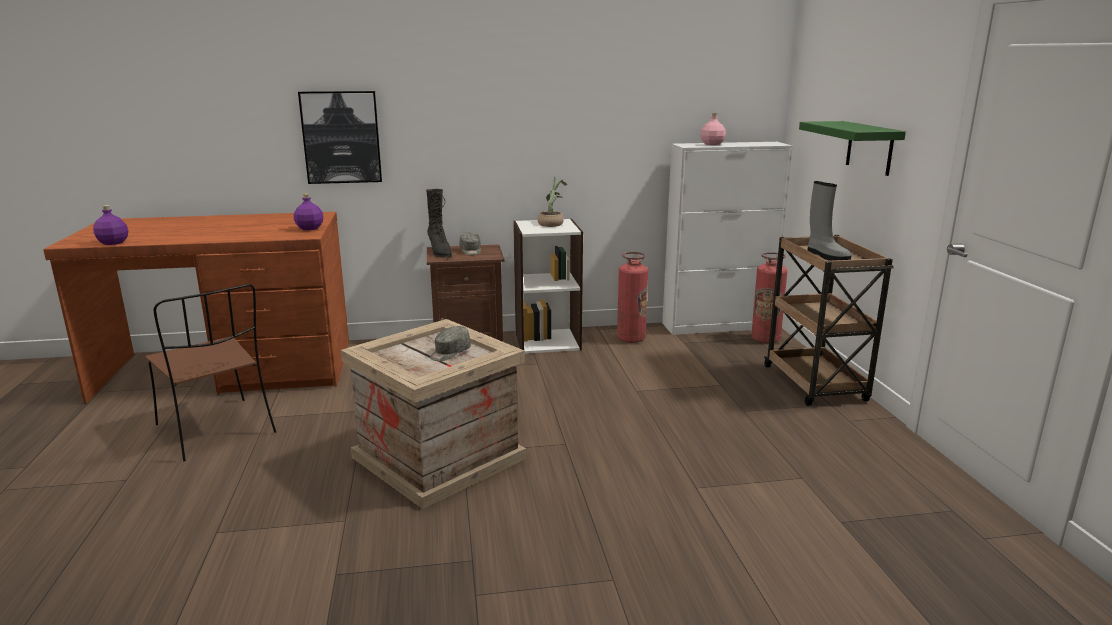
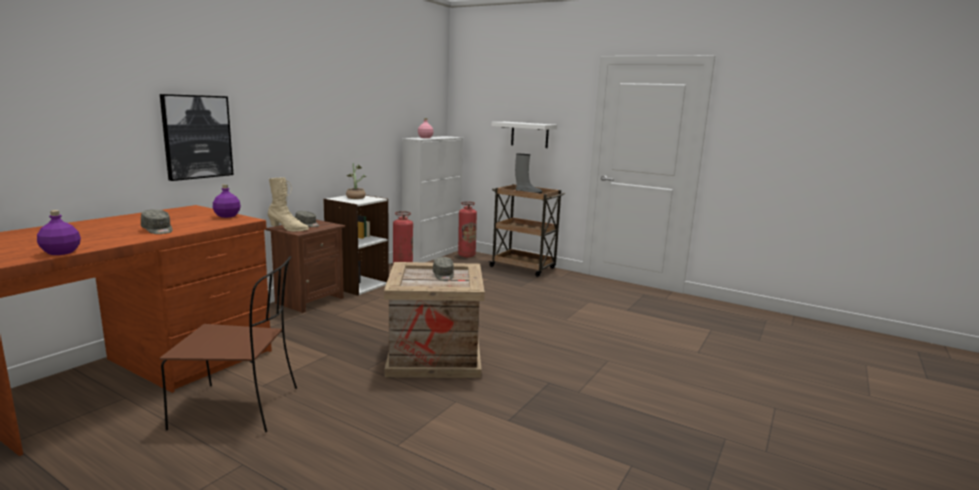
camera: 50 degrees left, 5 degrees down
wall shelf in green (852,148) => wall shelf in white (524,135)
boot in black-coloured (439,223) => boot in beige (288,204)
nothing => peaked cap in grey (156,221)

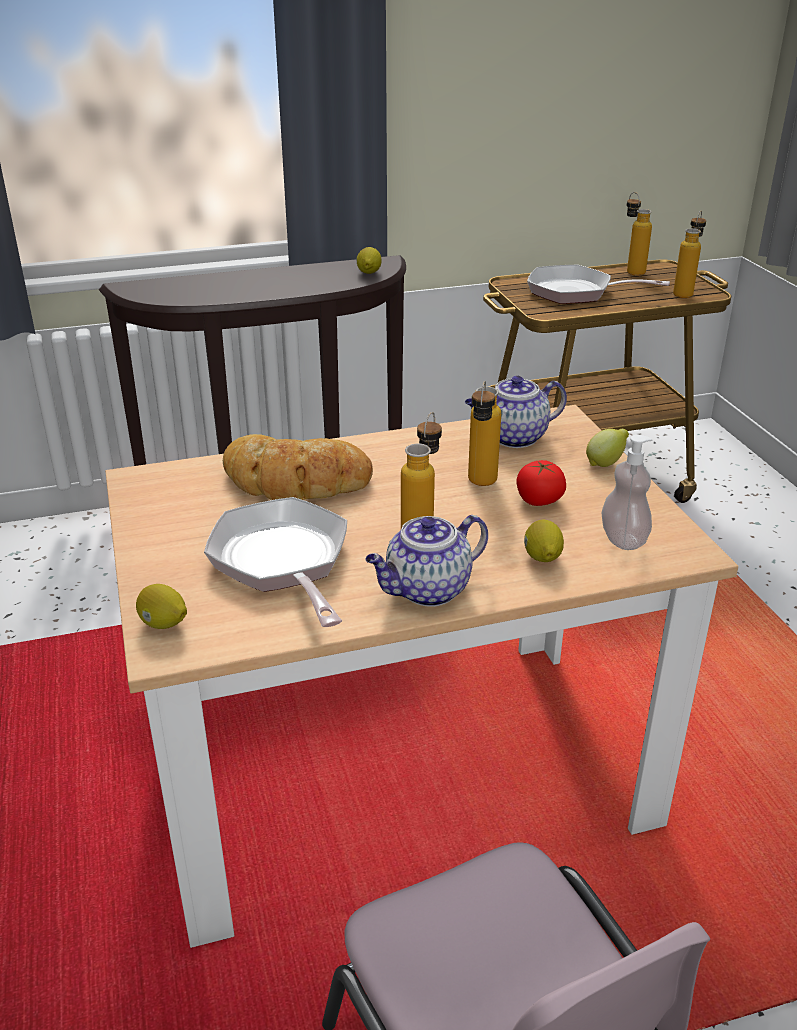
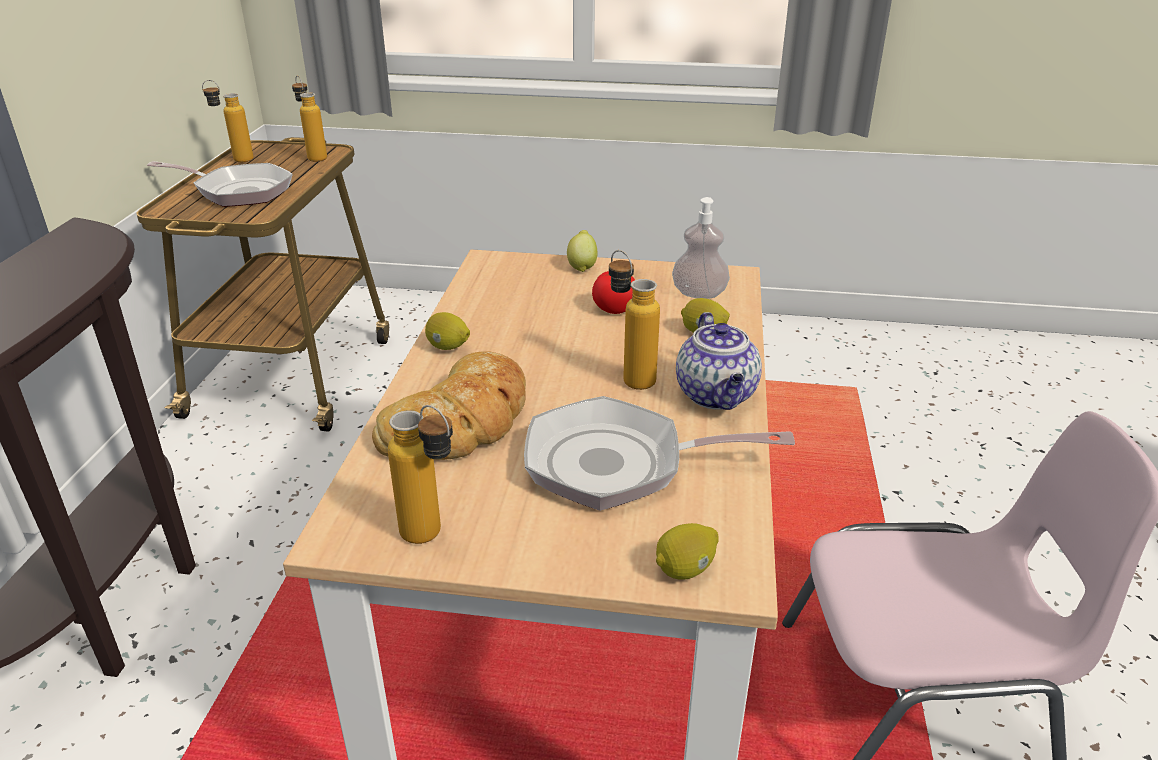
camera: 65 degrees left, 0 degrees up
citrus fruit (369,260) => citrus fruit (447,331), shifted
frying pan (598,284) => frying pan (220,184), 120 degrees counterclockwise
pot for tea (516,412) => nothing
drink bottle (484,433) => drink bottle (420,474), shifted

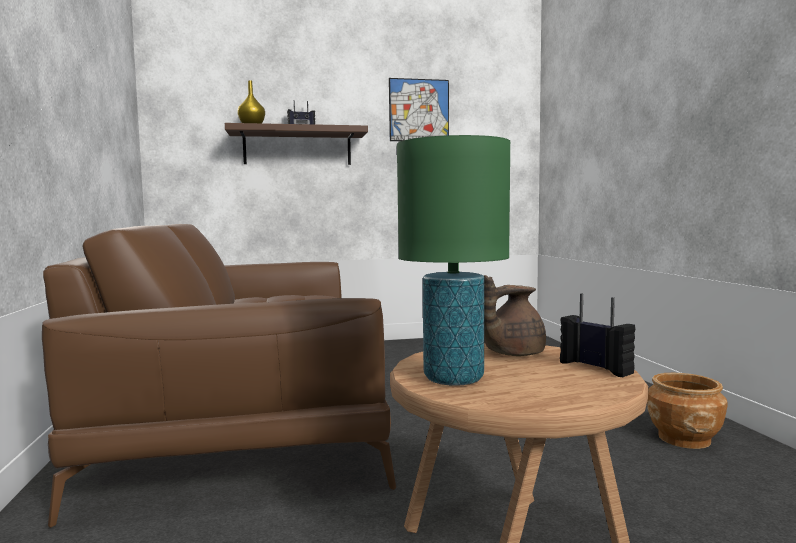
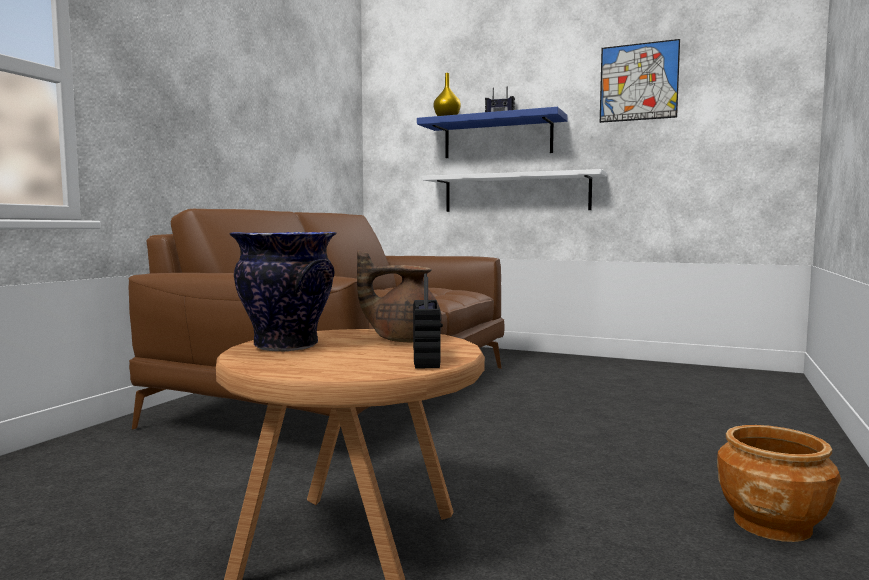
camera: 35 degrees right, 0 degrees up
wall shelf in brown (296,144) => wall shelf in blue (492,132)
lamp for a table in green (453,260) => decorative vase (283,291)
nothing => wall shelf in white (514,190)

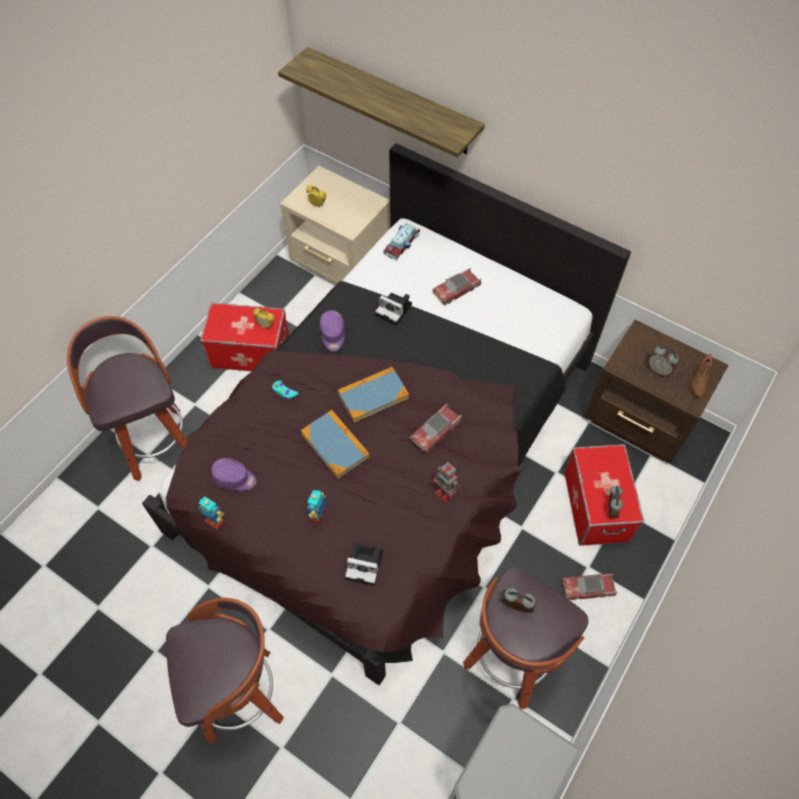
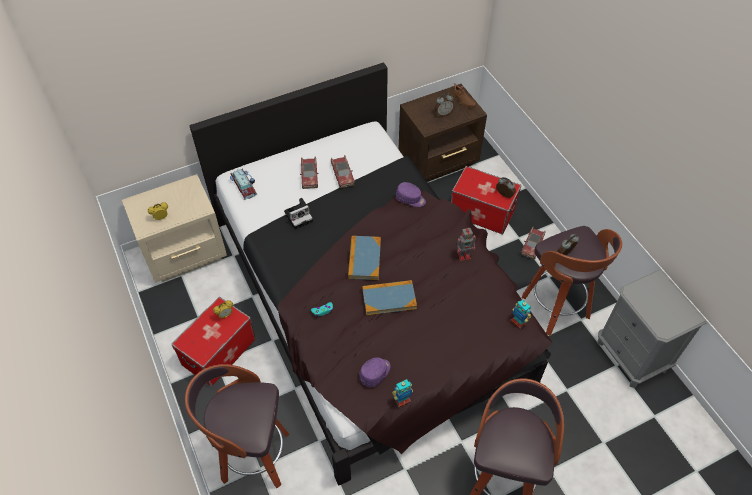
camera: 60 degrees left, 5 degrees down
wall shelf (381,102) => nothing
peaked cap in purple-coloured (332,330) => peaked cap in purple-coloured (411,194), shifted
model car (436,428) => model car (343,171), shifted
toy robot (316,507) => toy robot (521,314), shifted
still camera (364,564) => nothing

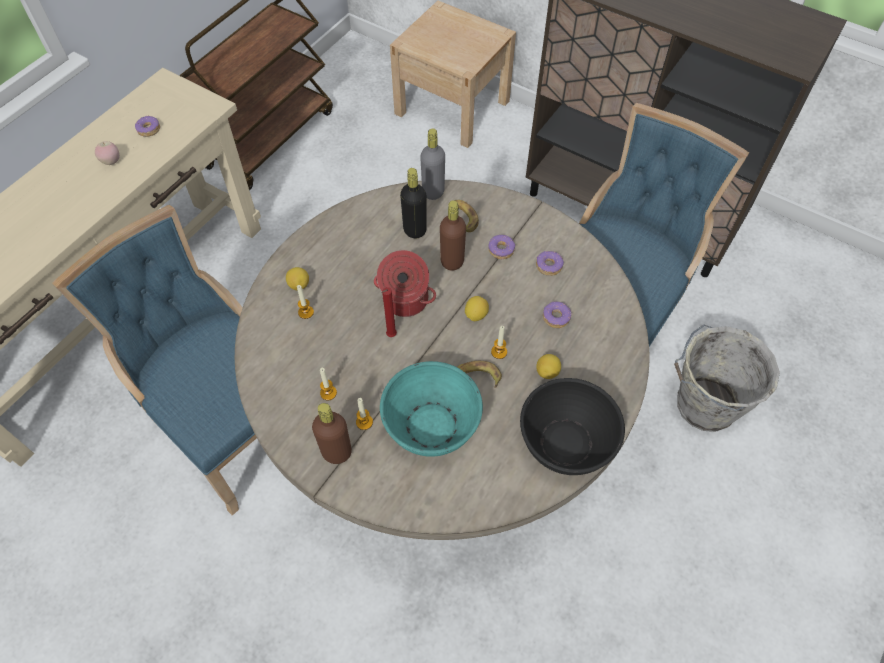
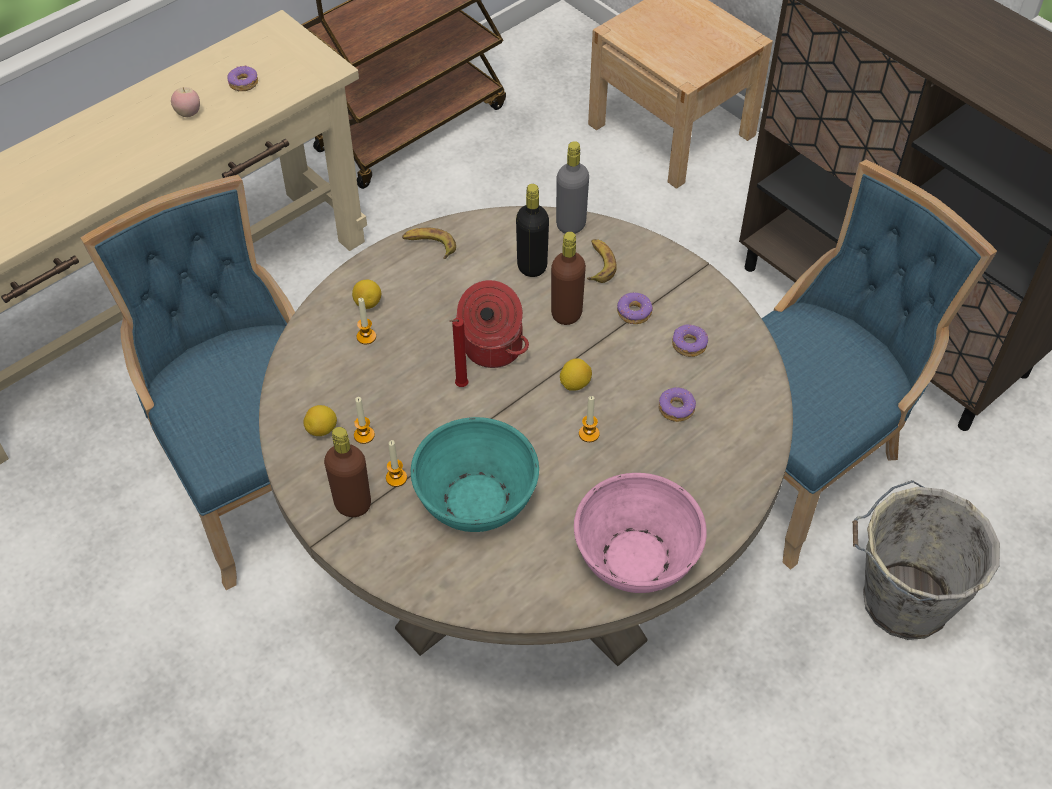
camera: 15 degrees right, 5 degrees down
citrus fruit (548,366) => citrus fruit (320,420), shifted
whole banana (479,374) => whole banana (429,243), shifted
serving bowl in black-coloured (572,426) => serving bowl in pink-coloured (640,533)

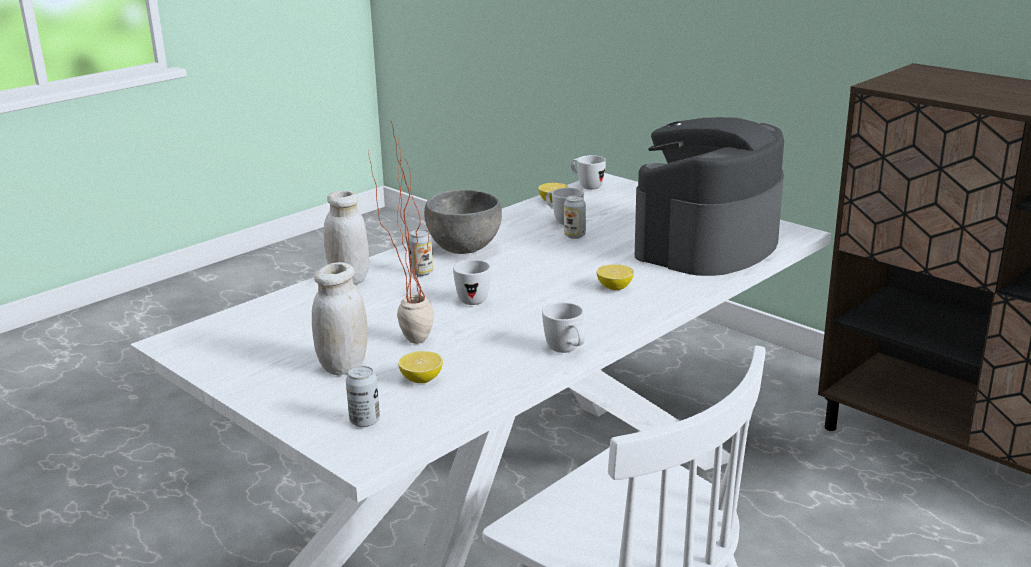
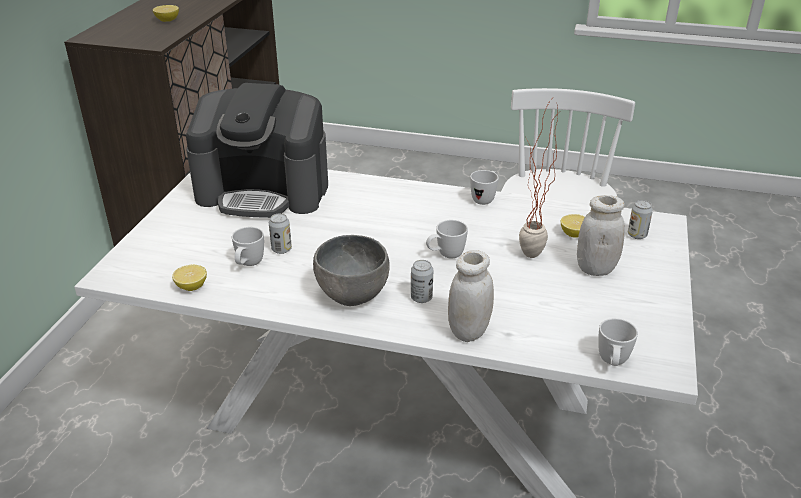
camera: 120 degrees left, 10 degrees up
mug in white (588,172) => mug in white (618,342), shifted
citrus fruit (615,277) => citrus fruit (166,13), shifted

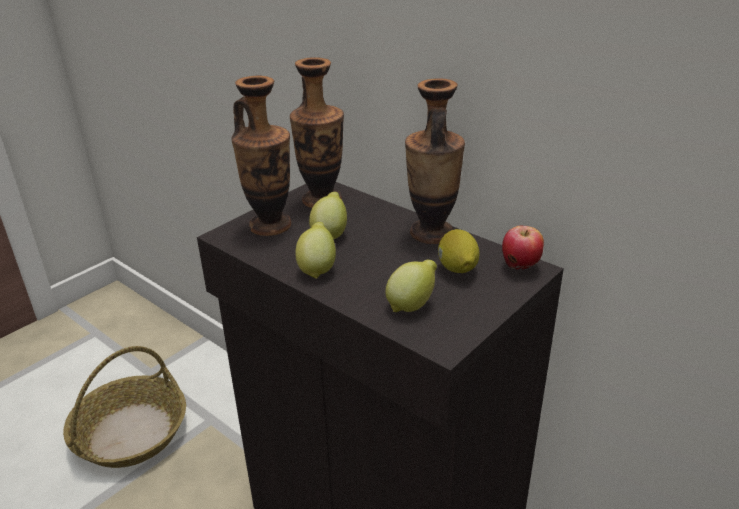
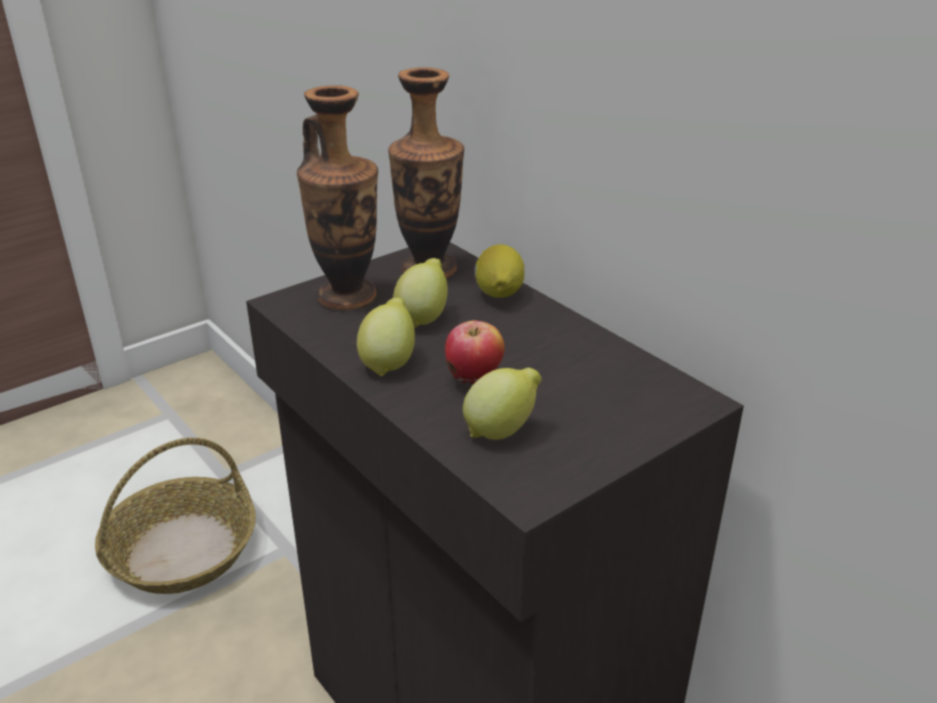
camera: 10 degrees right, 0 degrees up
decorative vase (435,161) => nothing
whole apple (523,247) => whole apple (475,352), shifted
citrus fruit (458,251) => citrus fruit (499,271), shifted

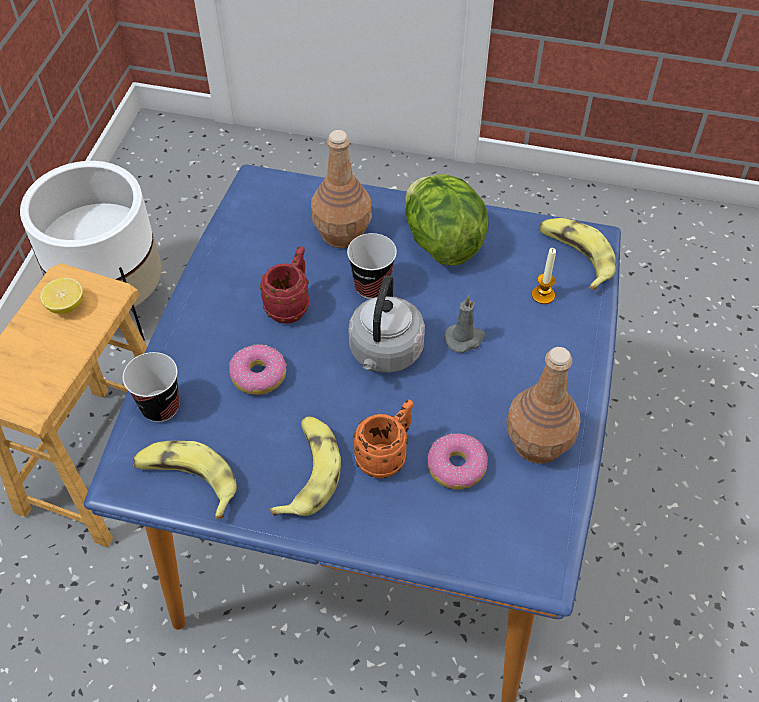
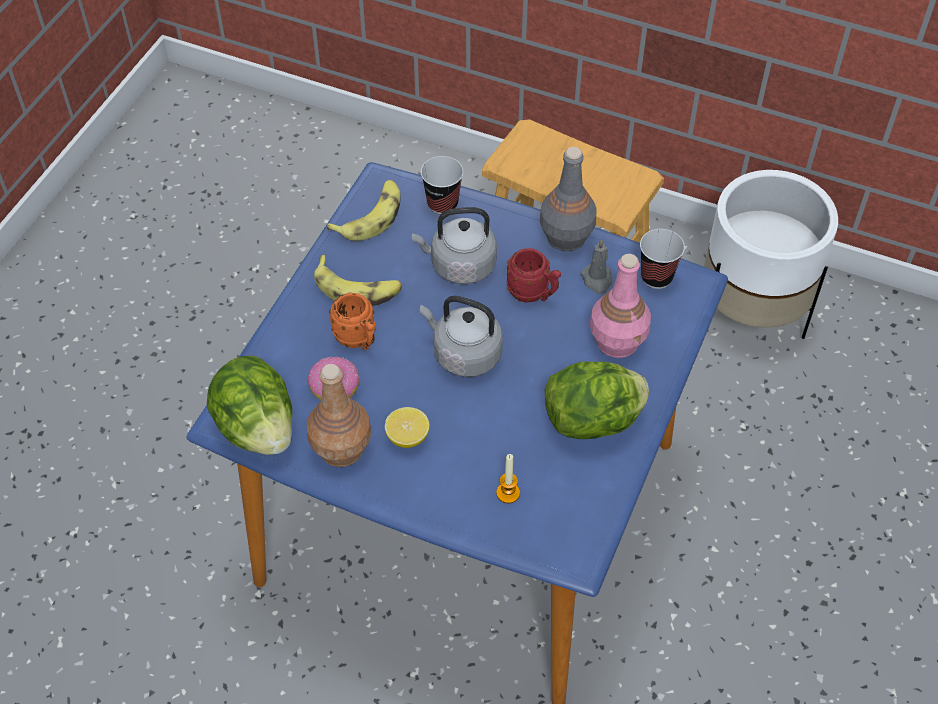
camera: 100 degrees right, 0 degrees up
drink bottle in brown (341,189) => drink bottle in pink-coloured (620,306)
whole banana (577,254) => nothing
drinking cup (372,266) => drinking cup (662,259), shifted
citrus fruit (61,296) => citrus fruit (407,427), shifted
wax light in grey (464,324) => wax light in grey (596,266), shifted
ring doughnut (258,369) => water kettle in grey (454,245)
nothing => drink bottle in grey (568,199)
nothing => lettuce (250,405)

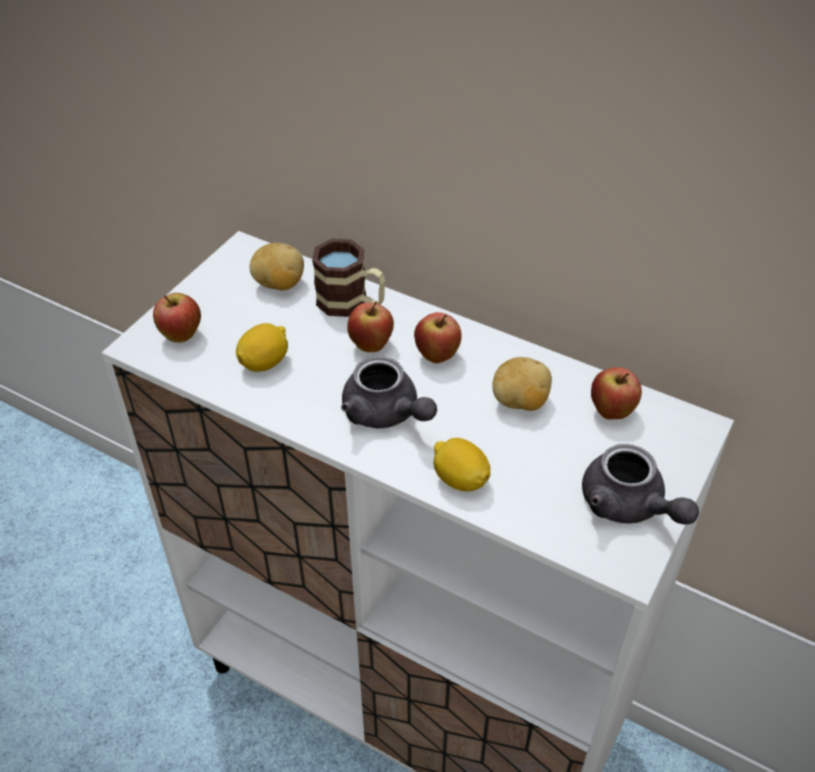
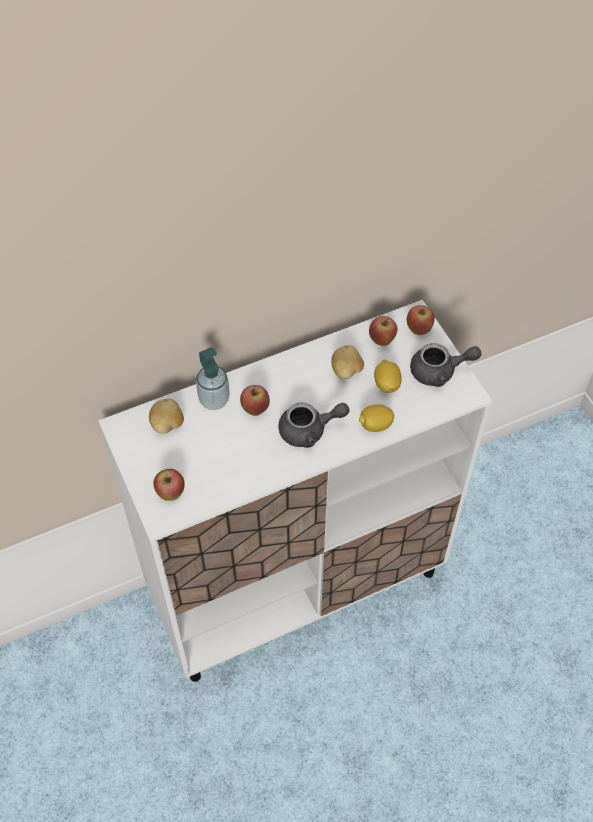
camera: 55 degrees left, 10 degrees up
mug (348,278) => soap bottle (213,378)
whole apple (438,337) => whole apple (421,320), shifted
citrus fruit (262,347) => citrus fruit (388,376), shifted

